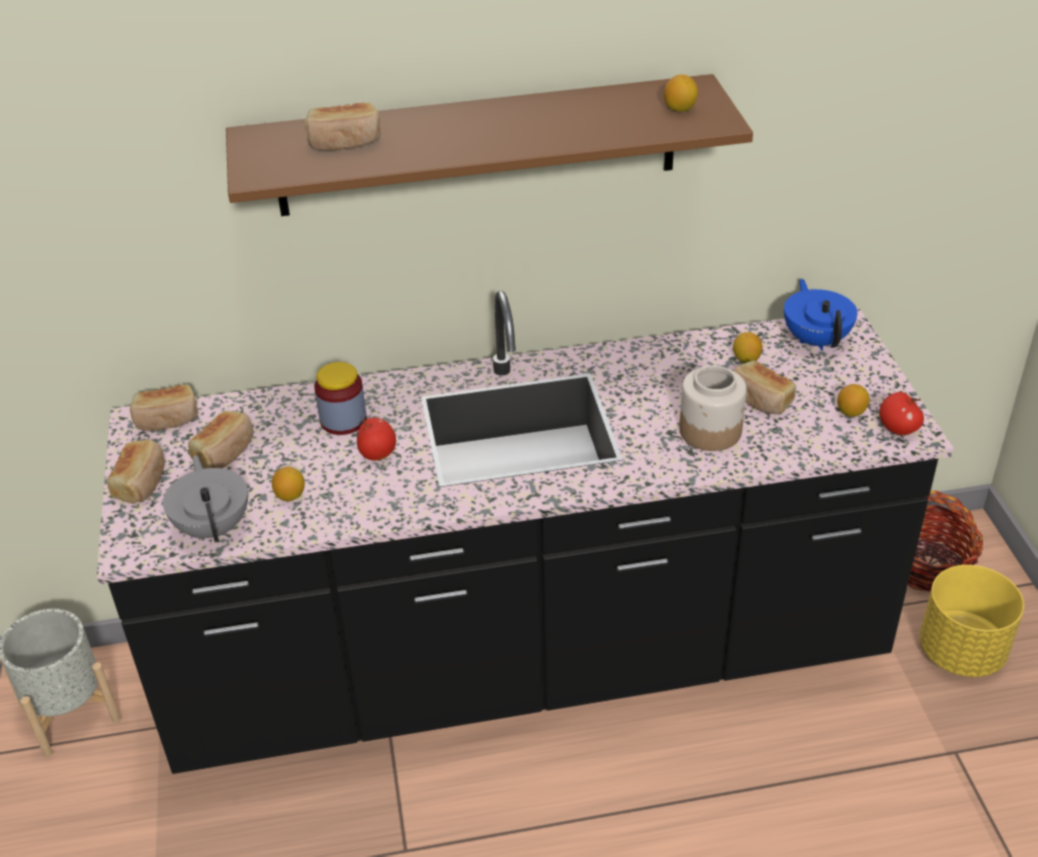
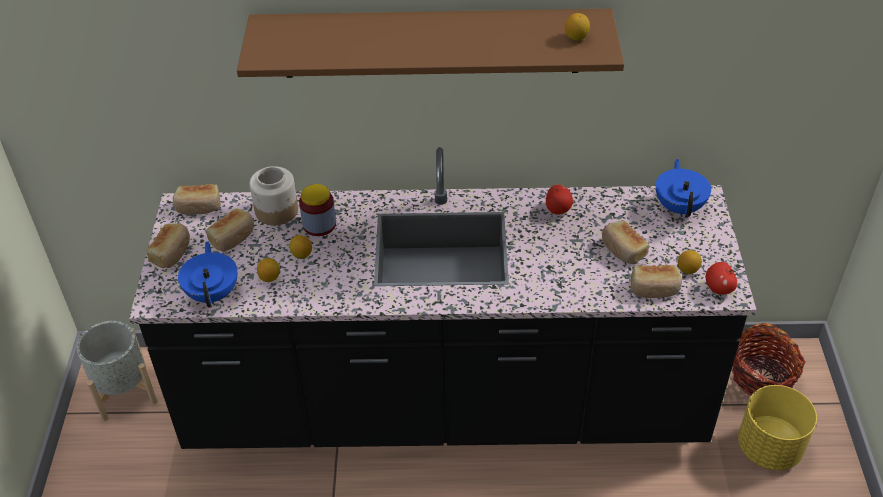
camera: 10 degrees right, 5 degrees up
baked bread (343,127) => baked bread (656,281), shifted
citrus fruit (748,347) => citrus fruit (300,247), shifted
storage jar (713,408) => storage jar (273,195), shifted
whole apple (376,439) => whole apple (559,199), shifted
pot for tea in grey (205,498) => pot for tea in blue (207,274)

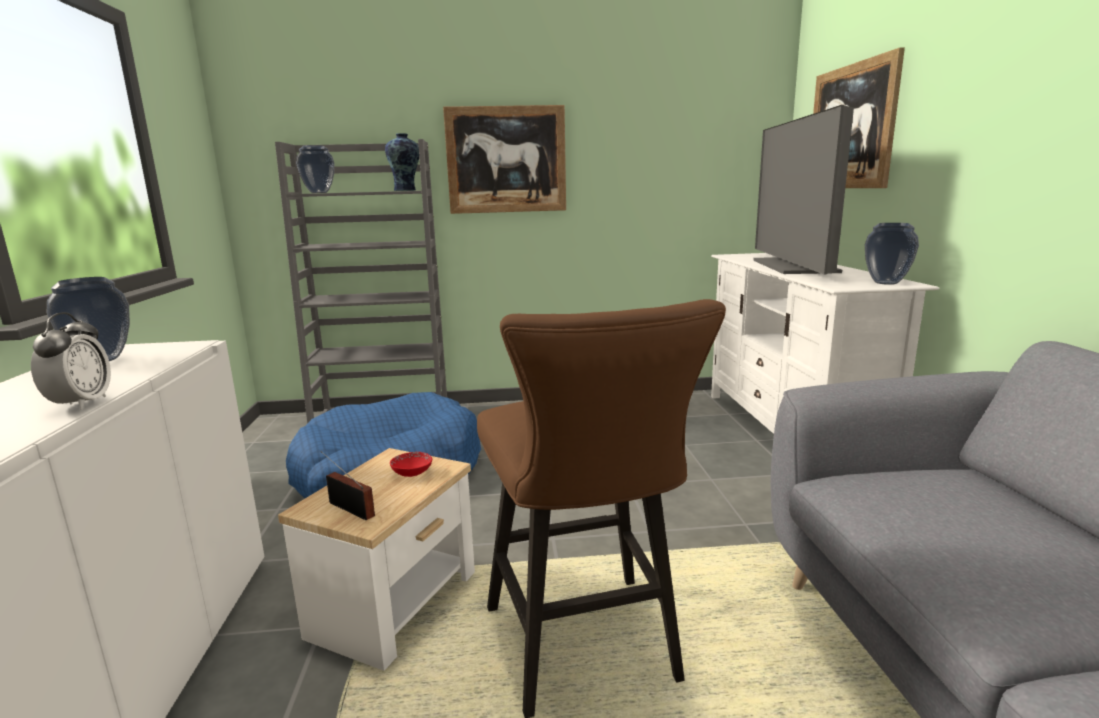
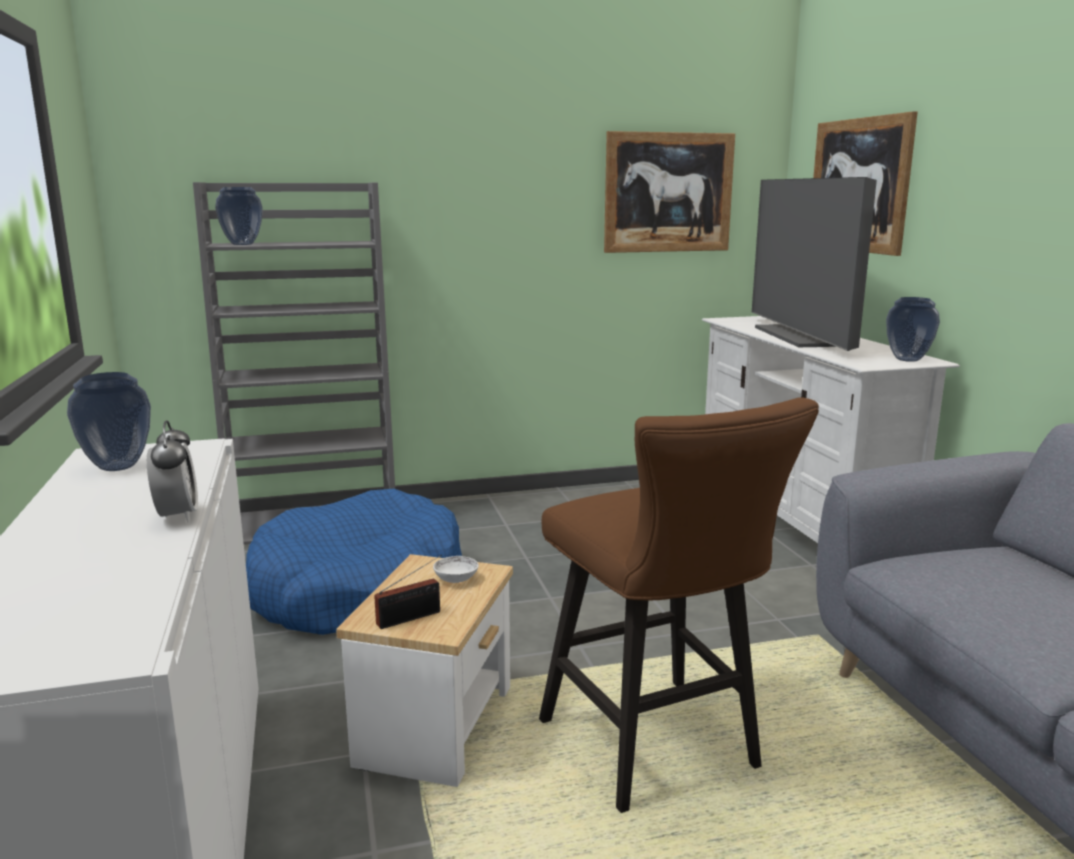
camera: 10 degrees left, 0 degrees up
wall picture (504,159) => wall picture (669,192), shifted
decorative vase (402,162) => nothing
radio set (347,485) => radio set (408,591), 120 degrees clockwise
serving bowl in reddish (411,464) => serving bowl in white (456,569)

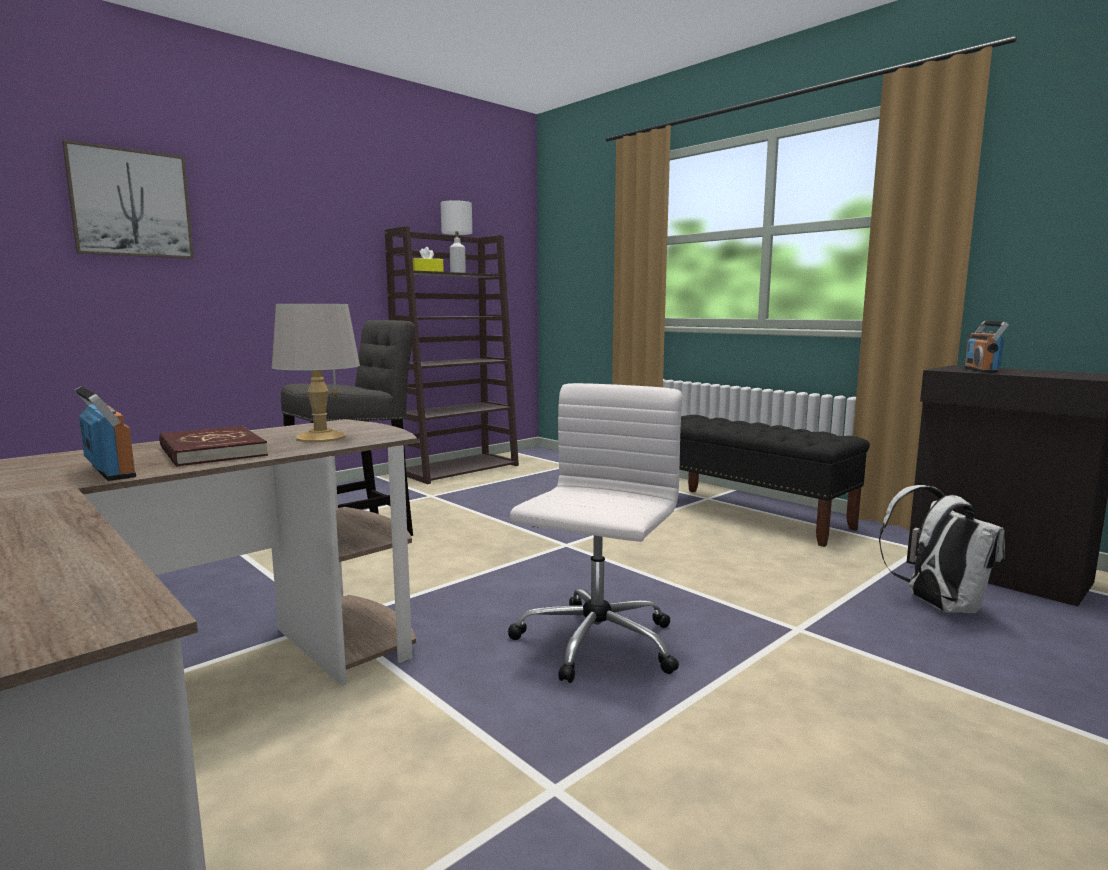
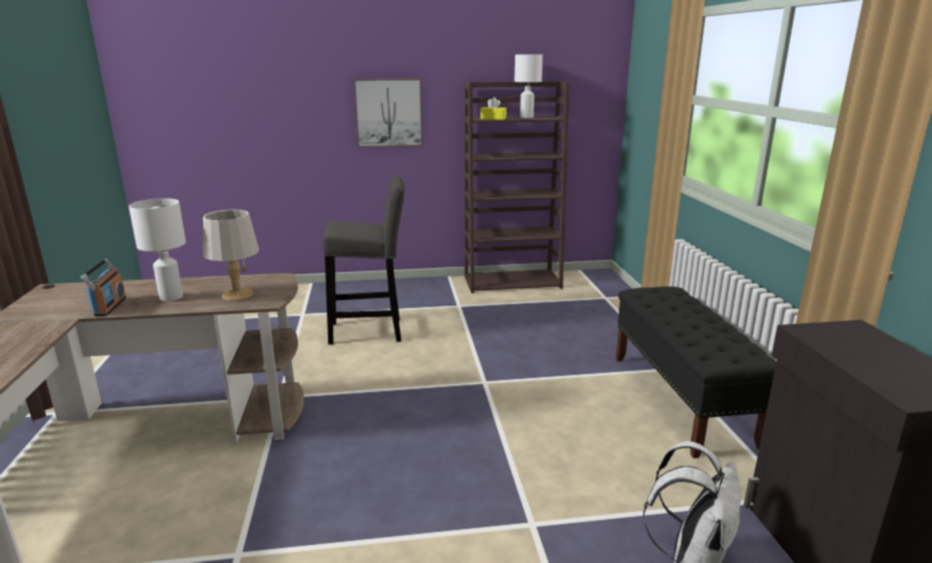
camera: 35 degrees right, 10 degrees up
wall picture (128,199) => wall picture (388,113), shifted
radio set (986,347) => nothing
computer chair in white (595,533) => nothing
book in reddish (213,446) => lamp for a table in white (157,249)

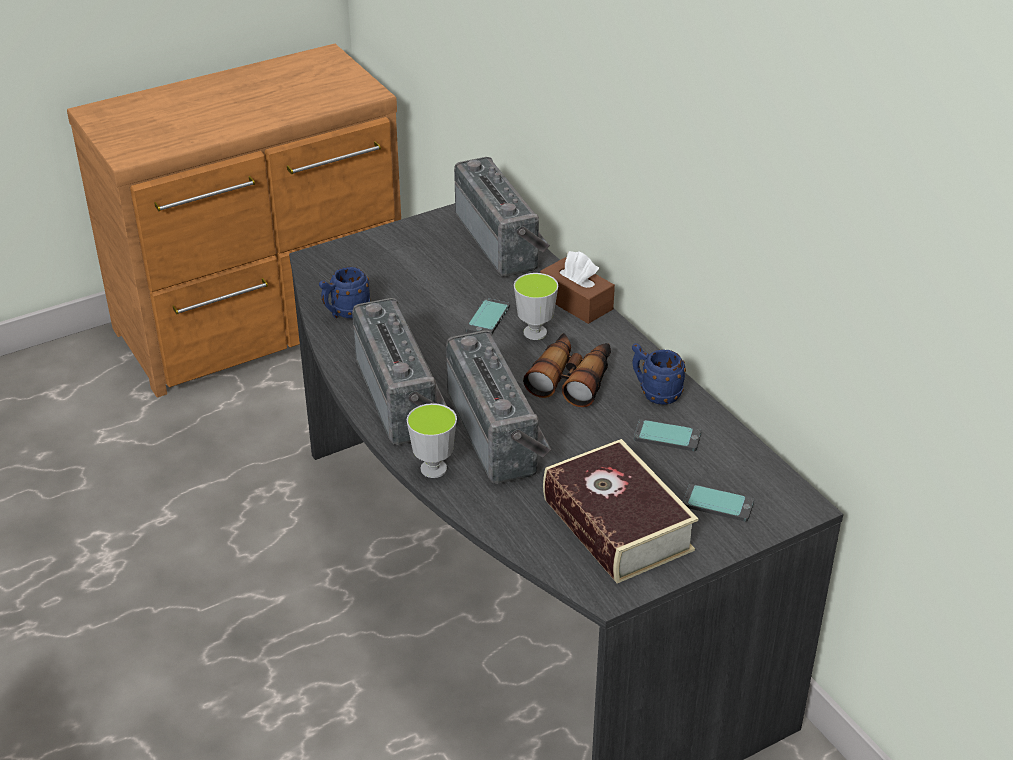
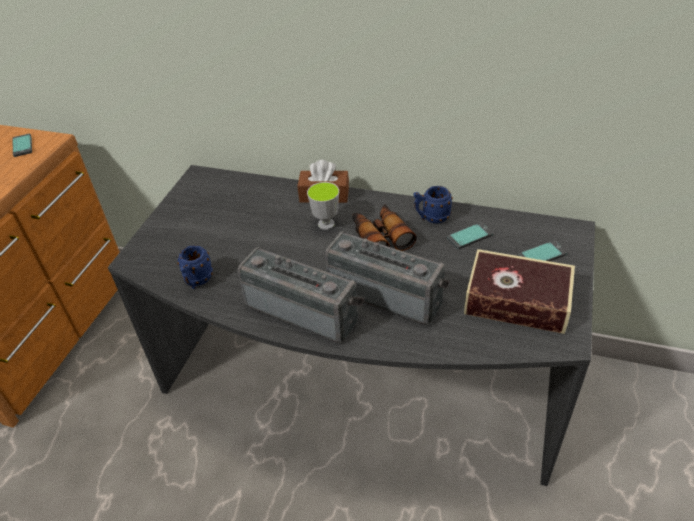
camera: 40 degrees left, 5 degrees up
radio set (502,217) => nothing
phone (487,316) => phone (22,145), shifted
drinking cup (432,440) => nothing

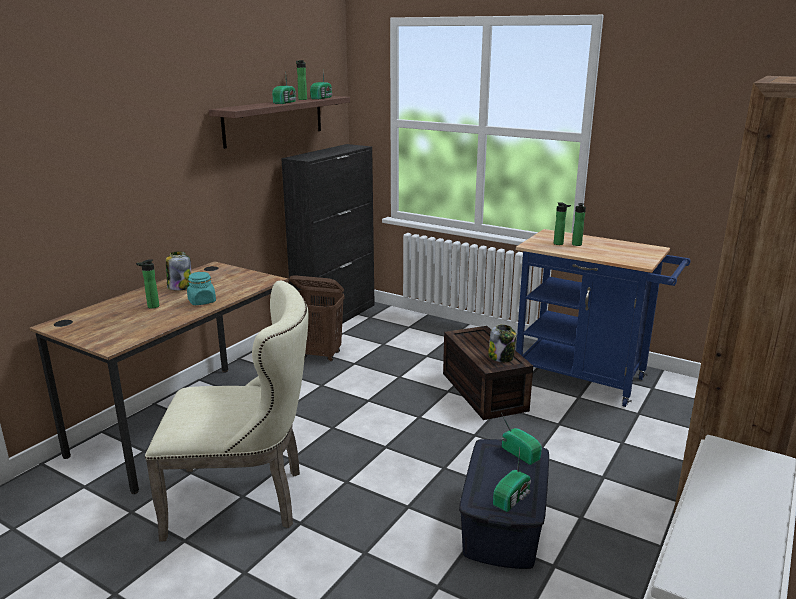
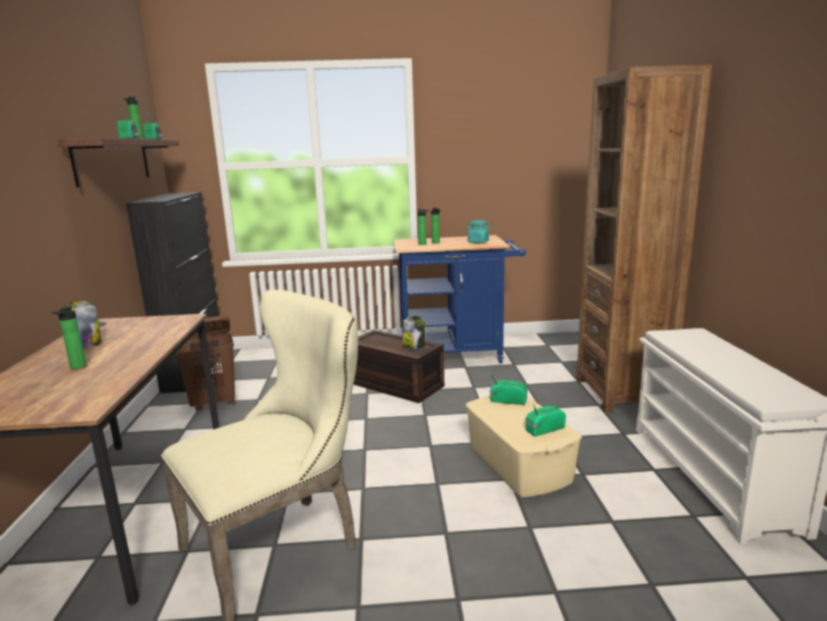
camera: 35 degrees left, 5 degrees down
storage jar in turquoise-coloured (201,288) => storage jar in turquoise-coloured (478,232), shifted
storage bin in blue (504,504) => storage bin in beige (524,446)
radio set (512,480) => radio set (545,419), 120 degrees counterclockwise

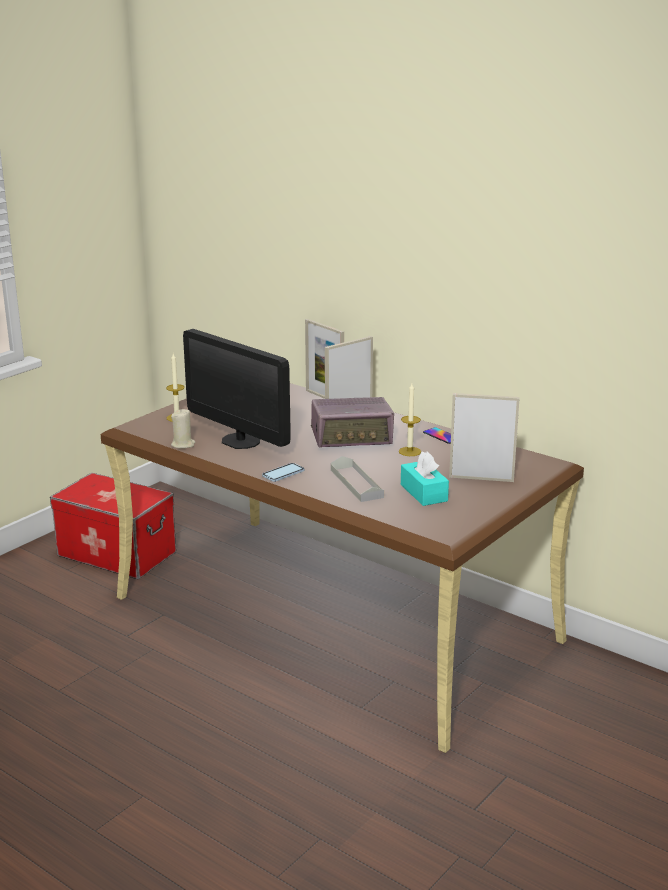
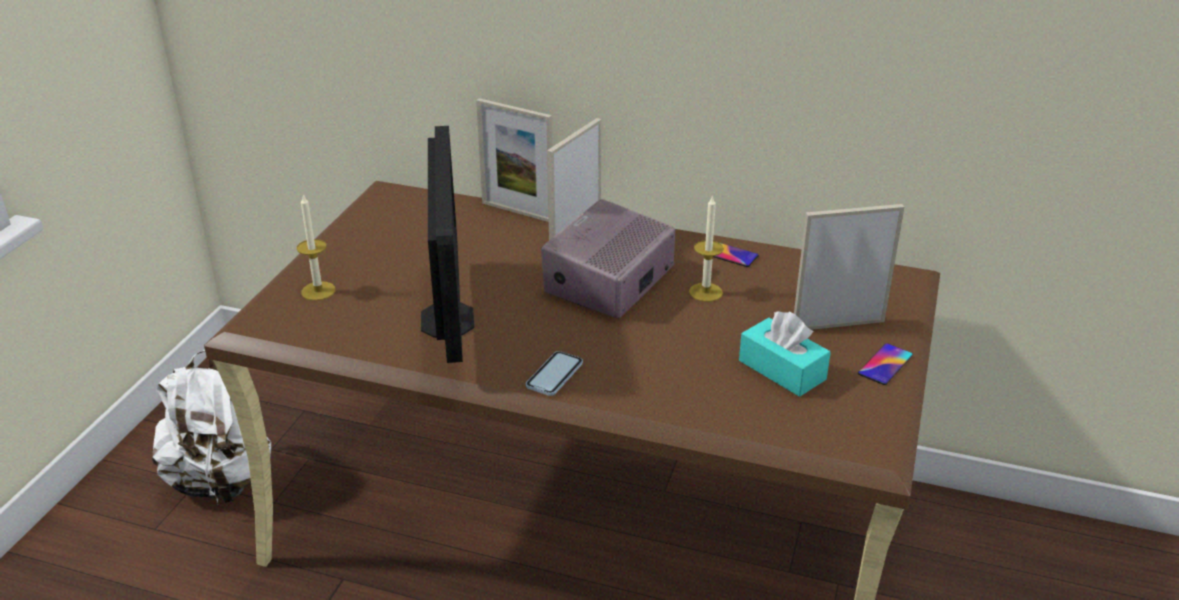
camera: 20 degrees left, 10 degrees up
computer display (237,389) => computer display (447,244), 120 degrees counterclockwise
radio set (352,422) => radio set (608,259), 150 degrees clockwise
wax light in beige (183,429) => nothing
tray in grey (357,479) => nothing
storage bin (113,526) => backpack in white (211,426)
nothing => phone (885,364)

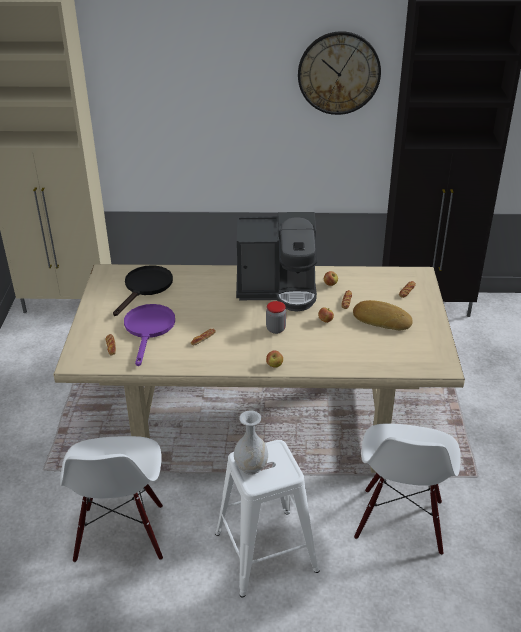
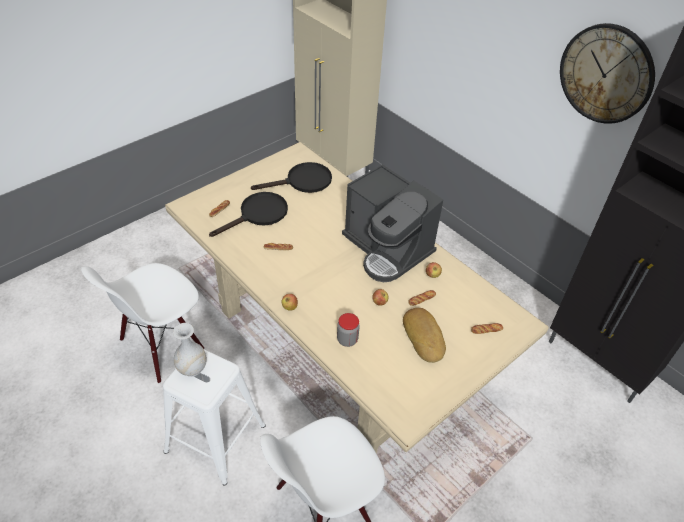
camera: 45 degrees right, 10 degrees up
storage jar (276,317) => storage jar (348,330), shifted
frying pan in purple-coloured (149,335) => frying pan in black-coloured (248,214)

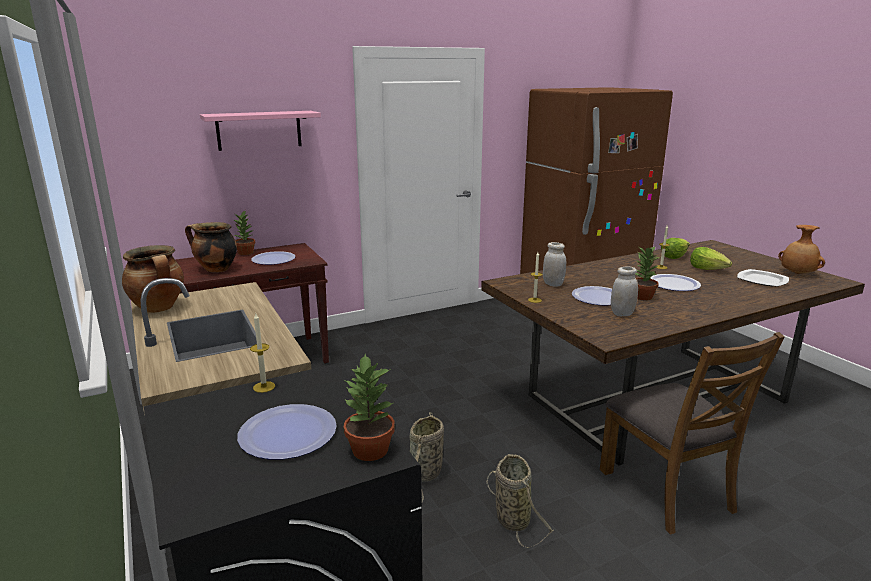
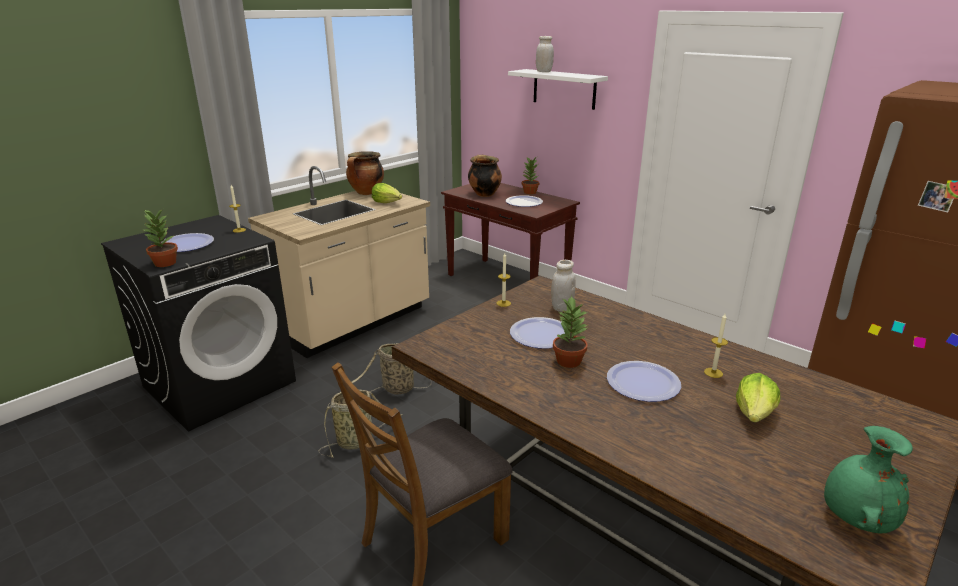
camera: 70 degrees right, 5 degrees up
wall shelf in pink-coloured (260,131) => wall shelf in white (558,89)
decorative vase in brown (801,249) => decorative vase in green (868,479)
lettuce (675,248) => lettuce (387,193), shifted
storage jar in white (624,291) => storage jar in white (545,54), shifted
plate (763,278) => nothing

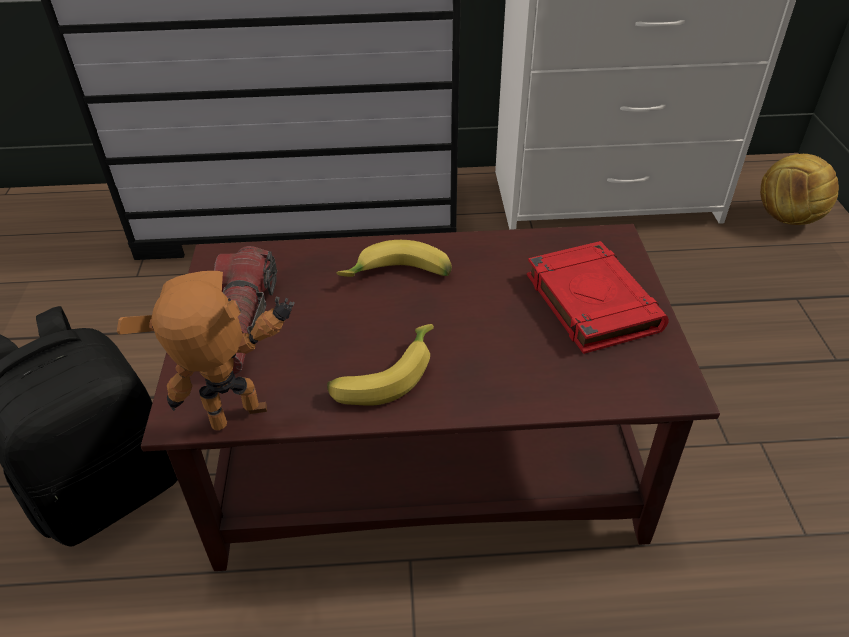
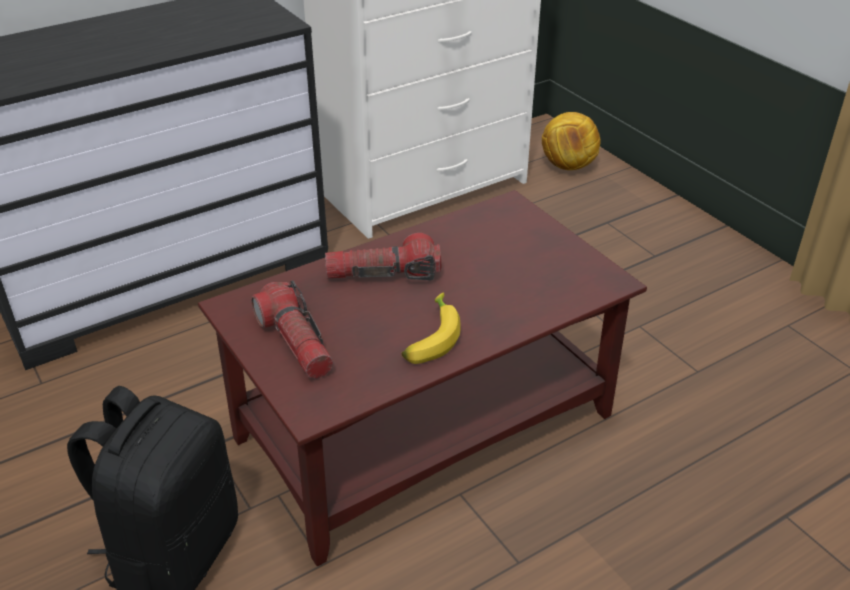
camera: 30 degrees left, 5 degrees down
whole banana (394,258) => flashlight (383,256)
book in reddish (598,297) => nothing
toy robot (206,350) => nothing

